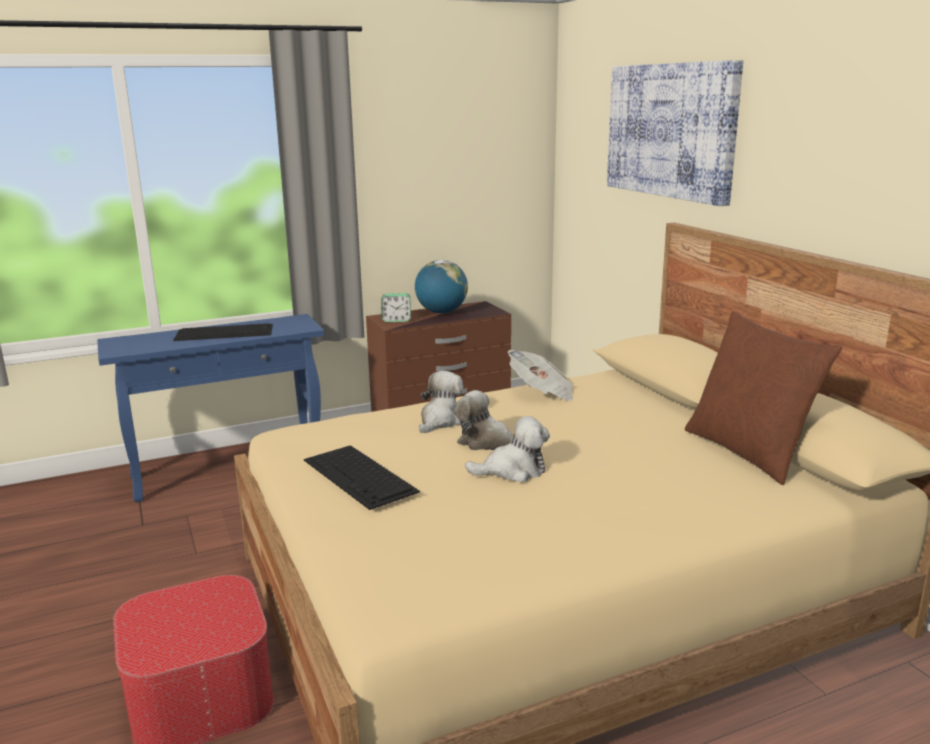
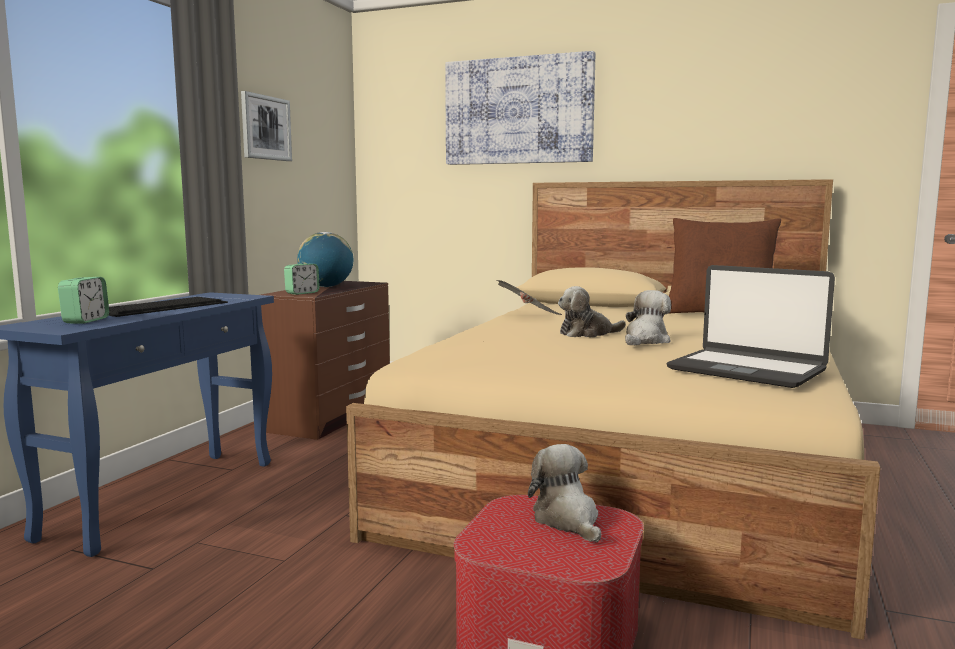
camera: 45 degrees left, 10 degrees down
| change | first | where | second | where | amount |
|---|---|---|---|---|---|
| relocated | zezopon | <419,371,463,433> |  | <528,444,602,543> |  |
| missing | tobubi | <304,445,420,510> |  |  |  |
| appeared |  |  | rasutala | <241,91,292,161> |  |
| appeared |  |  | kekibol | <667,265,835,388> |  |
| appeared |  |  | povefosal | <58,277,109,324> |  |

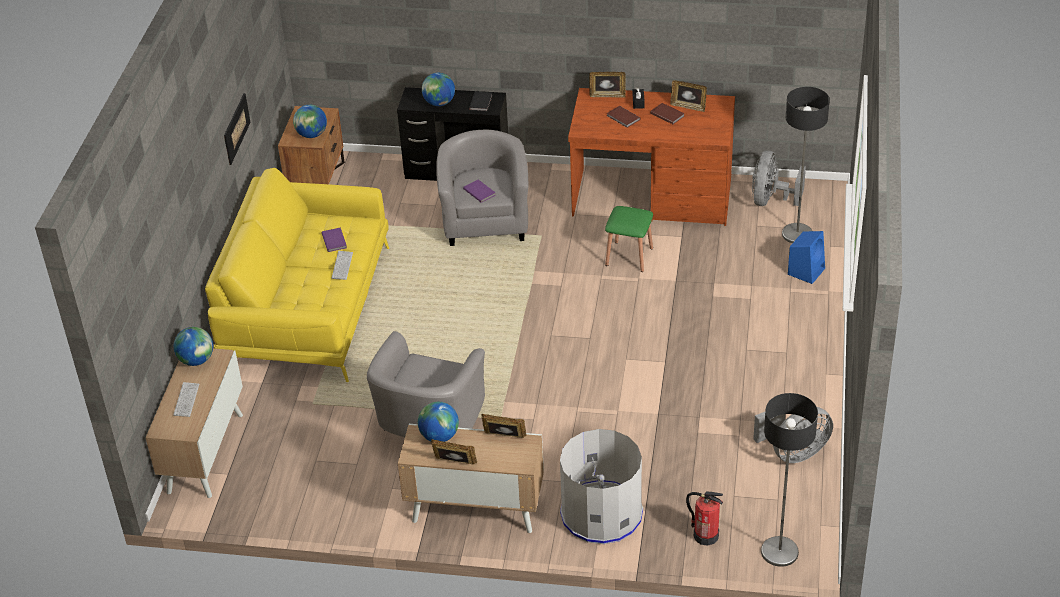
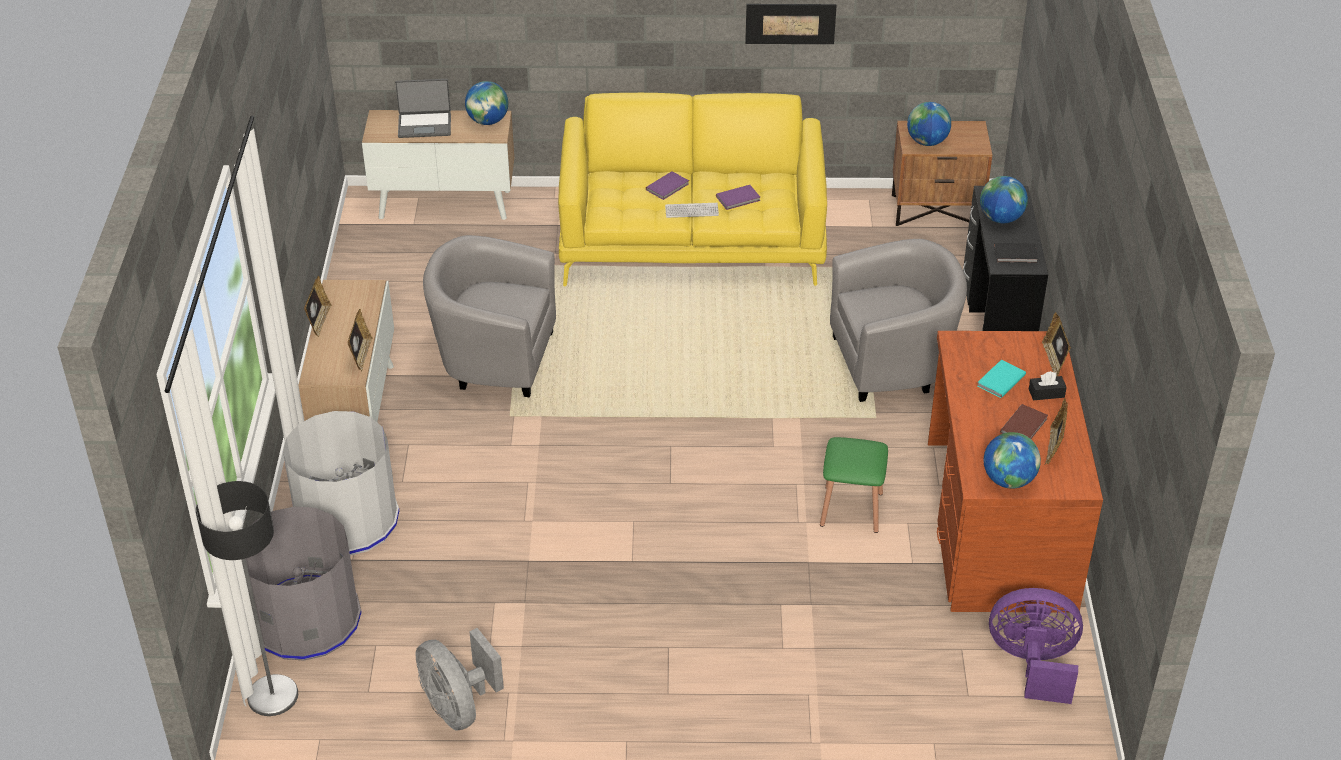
camera: 80 degrees right, 0 degrees up
| change | first | where | second | where | amount |
|---|---|---|---|---|---|
| missing | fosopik | <782,87,830,243> |  |  |  |
| colour | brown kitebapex | <607,106,641,128> | turquoise kitebapex | <977,360,1026,398> |  |
| colour | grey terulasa | <752,151,806,206> | purple terulasa | <989,588,1083,704> |  |
| relocated | purple kitebapex | <463,180,496,203> |  | <646,171,689,200> |  |
| missing | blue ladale | <788,231,825,284> |  |  |  |
| exchanged | tobubi | <173,382,199,417> | kekibol | <395,79,451,138> |  |
| relocated | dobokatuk | <418,402,459,442> |  | <984,432,1041,489> |  |
| exchanged | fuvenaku | <686,491,723,546> | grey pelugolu | <245,506,362,661> |  |

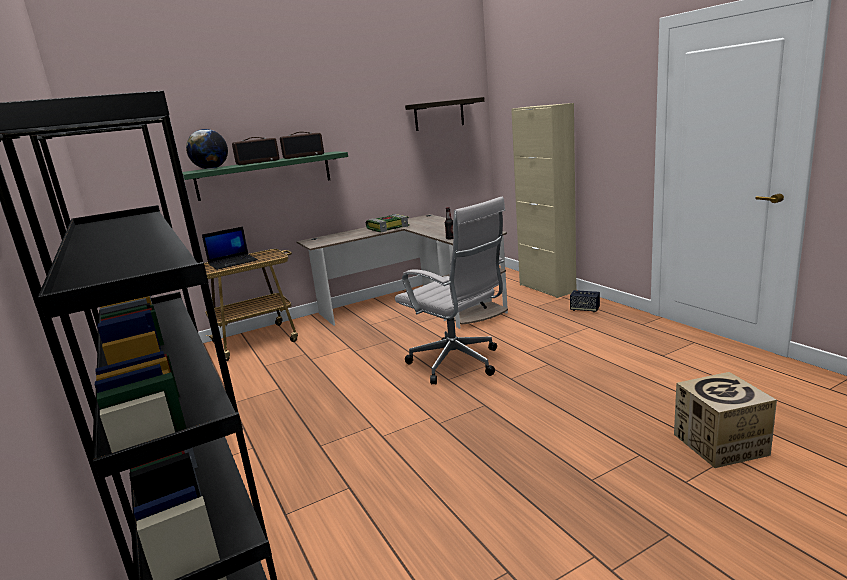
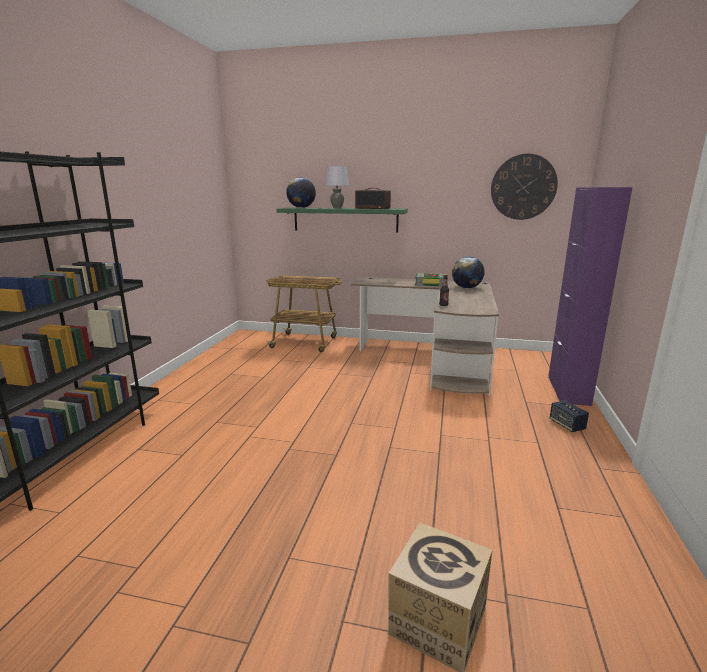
camera: 40 degrees right, 0 degrees up
| change | first | where | second | where | amount |
|---|---|---|---|---|---|
| exchanged | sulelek | <405,97,485,131> | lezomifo | <491,154,558,220> |  |
| colour | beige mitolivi | <511,103,576,298> | purple mitolivi | <548,187,632,406> |  |
| exchanged | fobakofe | <232,137,280,165> | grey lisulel | <325,166,349,208> |  |
| missing | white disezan | <395,197,505,385> |  |  |  |
| missing | kekibol | <202,227,258,270> |  |  |  |
| appeared |  |  | dobokatuk | <452,256,485,288> |  |

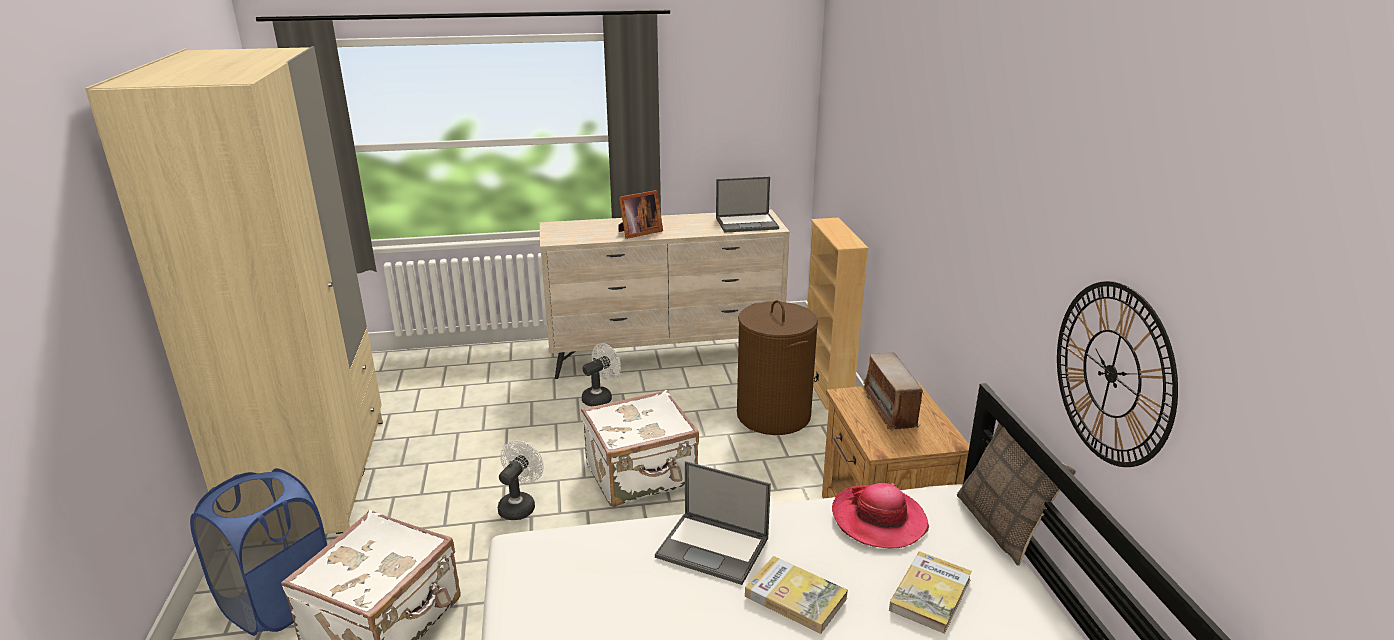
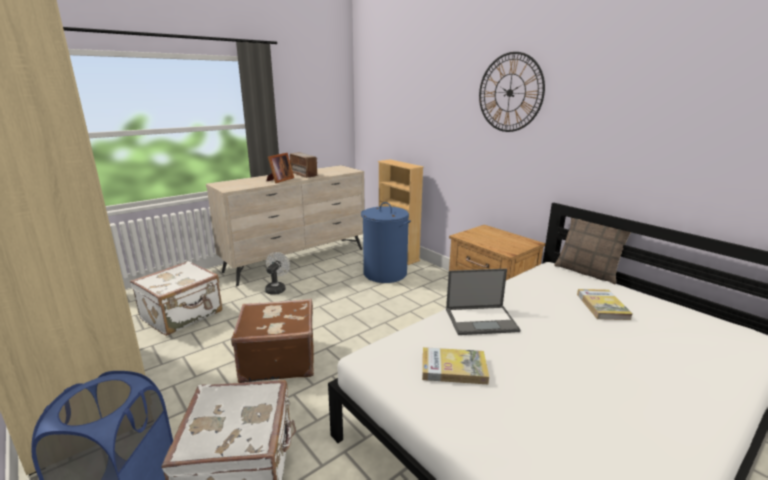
camera: 30 degrees left, 5 degrees down
| change | first | where | second | where | amount |
|---|---|---|---|---|---|
| missing | kekibol | <716,177,779,233> |  |  |  |
| relocated | lezomifo | <1057,281,1178,467> |  | <479,52,545,132> |  |
| colour | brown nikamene | <737,300,818,435> | blue nikamene | <361,202,411,283> |  |
| relocated | fobakofe | <863,352,924,431> |  | <290,152,318,178> |  |
| relocated | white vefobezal | <581,390,699,507> |  | <130,261,222,336> |  |
| exchanged | white terulasa | <498,441,544,520> | brown vefobezal | <231,299,314,383> |  |
| missing | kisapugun | <832,483,929,548> |  |  |  |
| relocated | kitebapex | <745,556,848,634> |  | <422,347,489,384> |  |

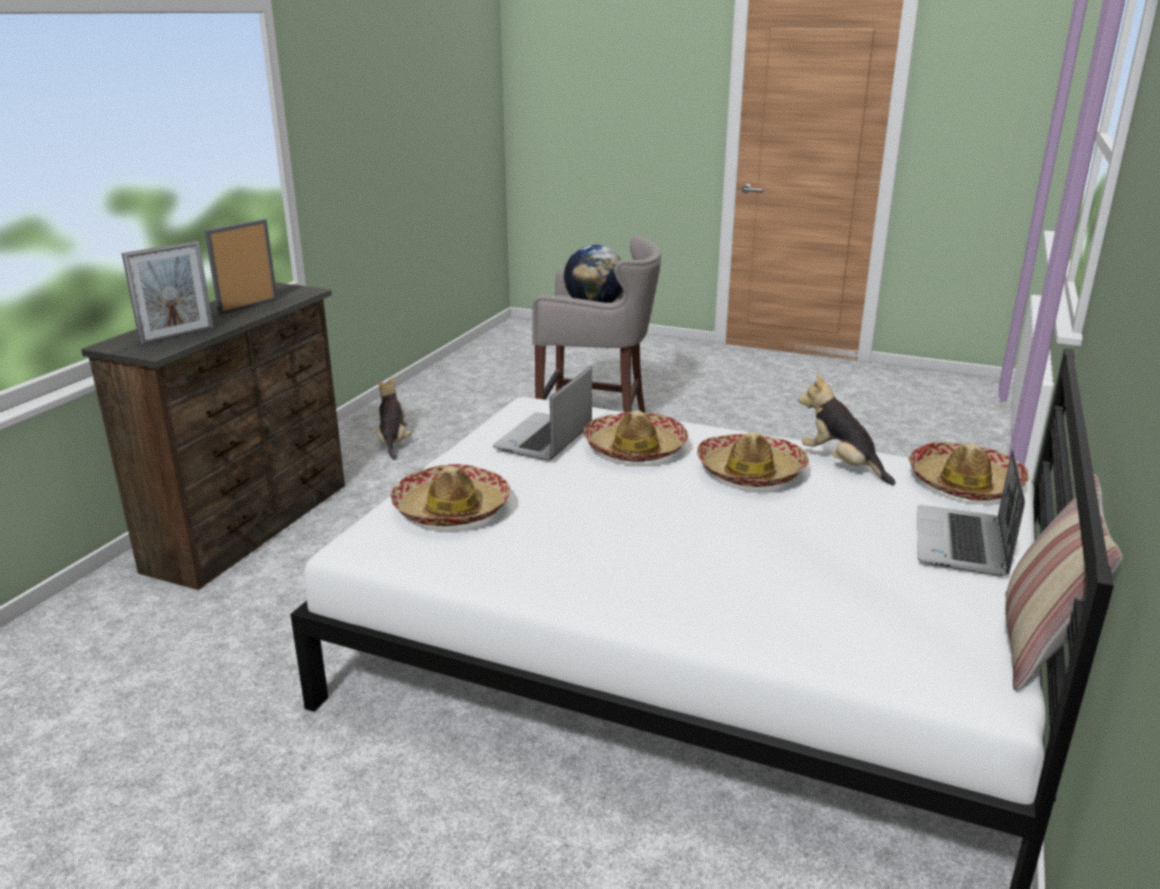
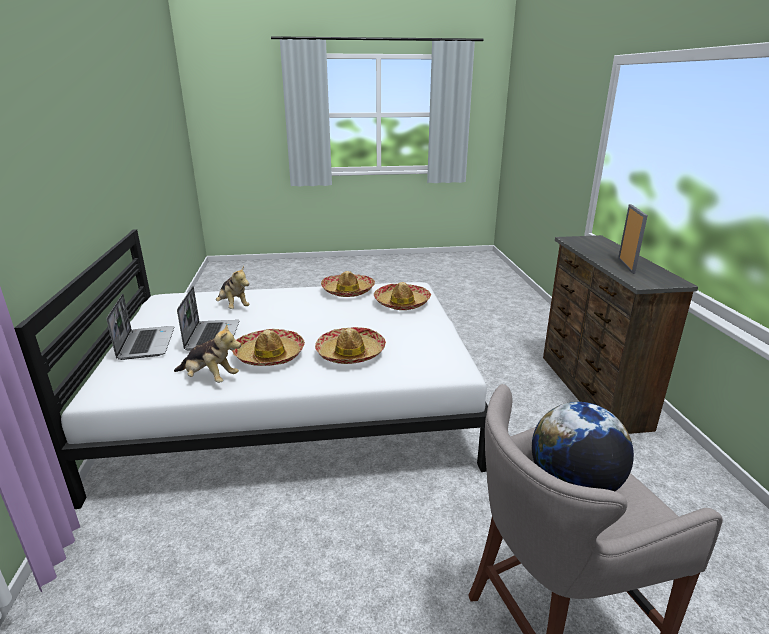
camera: 150 degrees right, 0 degrees up
| change | first | where | second | where | amount |
|---|---|---|---|---|---|
| missing | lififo | <122,241,214,345> |  |  |  |
| relocated | kekibol | <493,366,592,461> |  | <177,286,239,351> |  |
| relocated | zezopon | <376,377,412,460> |  | <216,266,250,309> |  |
| relocated | kisapugun | <908,442,1029,501> |  | <321,271,375,297> |  |
| missing | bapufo | <1005,474,1123,691> |  |  |  |

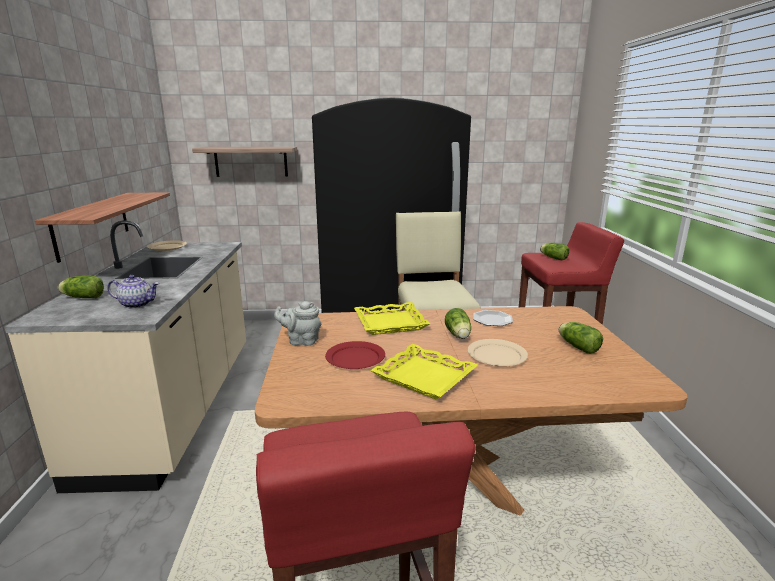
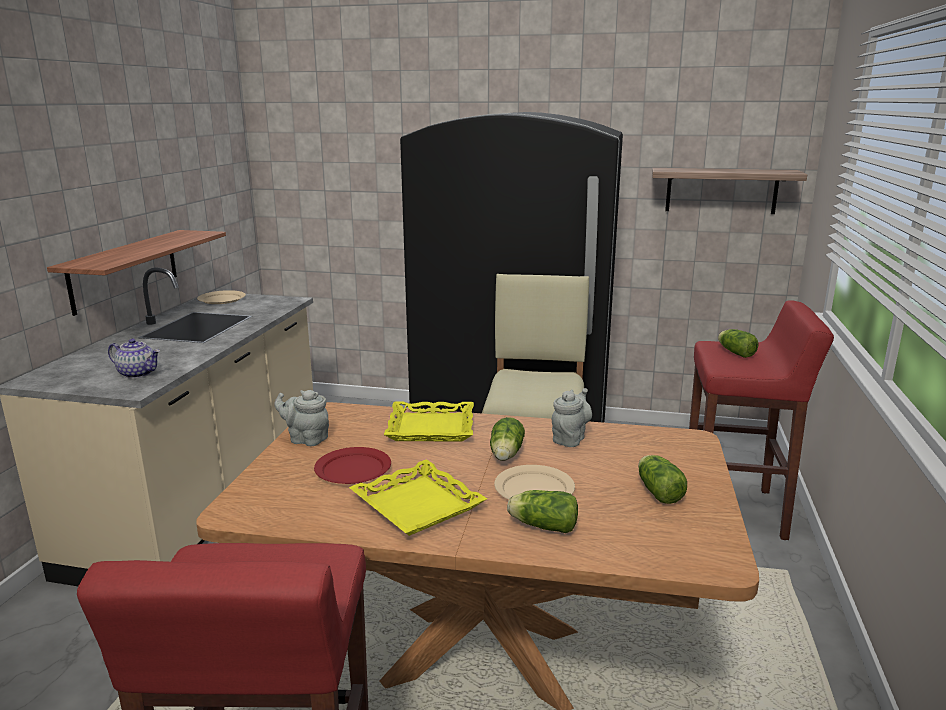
camera: 15 degrees right, 0 degrees up
| change | first | where | second | where | amount |
|---|---|---|---|---|---|
| relocated | sulelek | <192,147,297,177> |  | <652,168,807,214> |  |
| relocated | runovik | <58,275,104,298> |  | <507,490,578,533> |  |
| exchanged | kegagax | <473,310,513,326> | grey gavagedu | <552,388,592,447> |  |

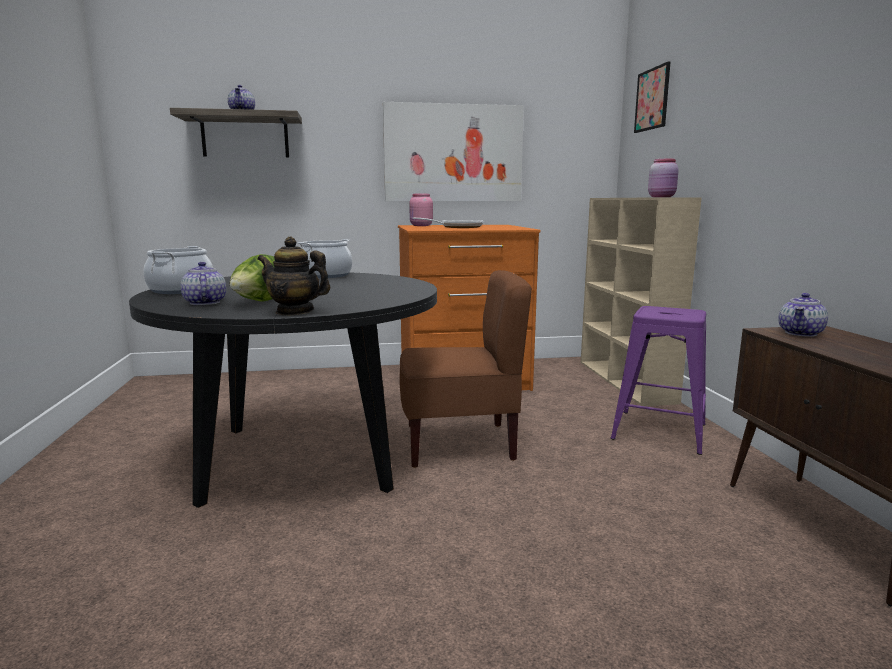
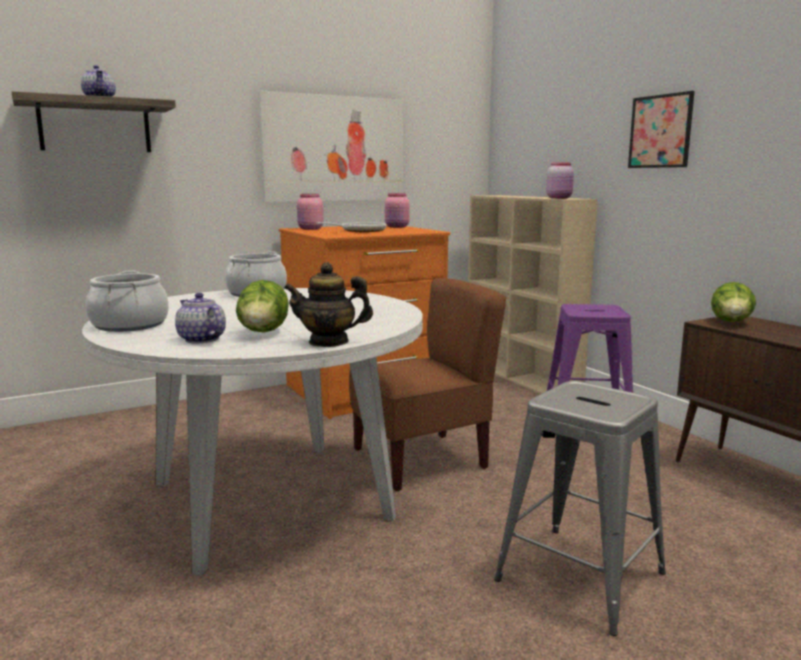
camera: 20 degrees left, 0 degrees up
| change | first | where | second | where | amount |
|---|---|---|---|---|---|
| relocated | rasutala | <634,61,670,133> |  | <628,91,695,168> |  |
| colour | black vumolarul | <129,273,437,508> | white vumolarul | <82,288,423,576> |  |
| exchanged | gavagedu | <779,293,828,337> | runovik | <711,282,756,322> |  |
| appeared |  |  | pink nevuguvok | <385,193,410,228> |  |
| appeared |  |  | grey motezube | <494,381,666,636> |  |

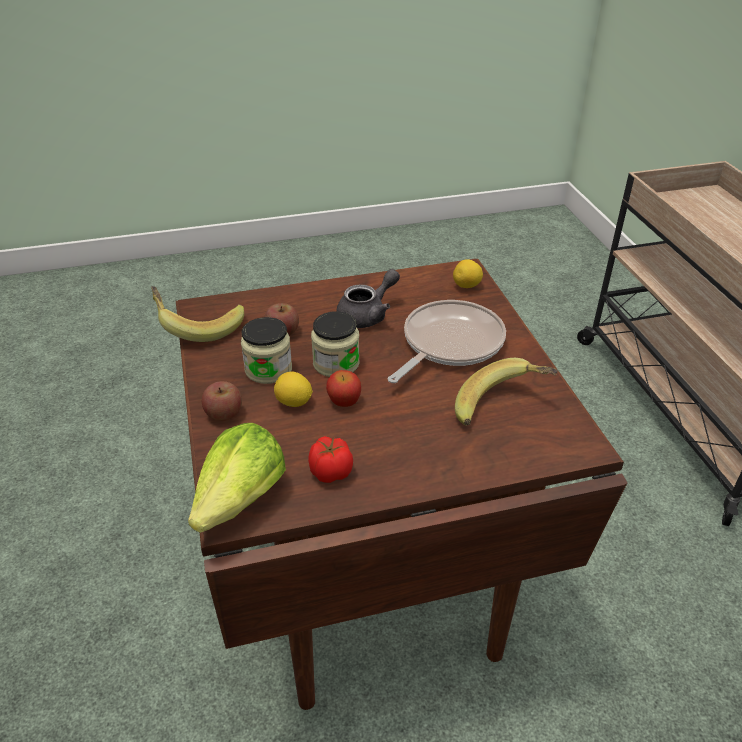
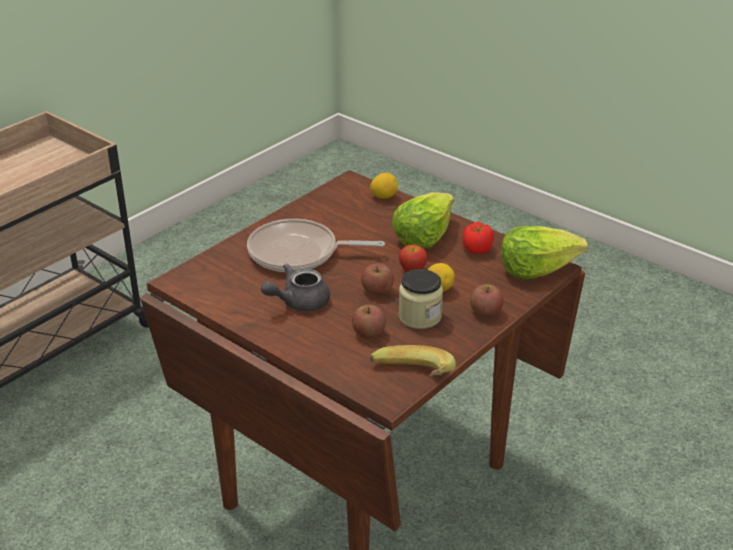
camera: 125 degrees left, 5 degrees down
| change | first | where | second | where | amount |
|---|---|---|---|---|---|
| relocated | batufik | <453,259,483,288> |  | <370,173,398,199> |  |
| spun | grey gavagedu | <336,269,400,328> |  | <261,263,330,311> | 45 degrees counterclockwise |
| exchanged | nevuguvok | <311,311,360,377> | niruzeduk | <361,263,394,295> |  |
| missing | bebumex | <455,358,558,426> |  |  |  |
| appeared |  |  | runovik | <392,192,454,249> |  |

